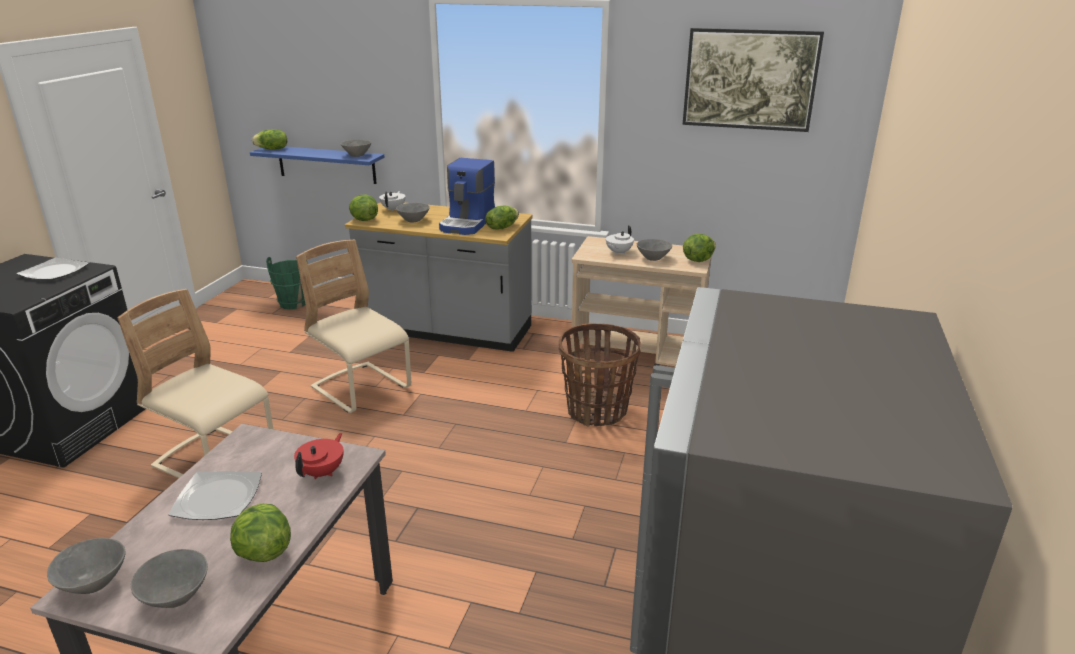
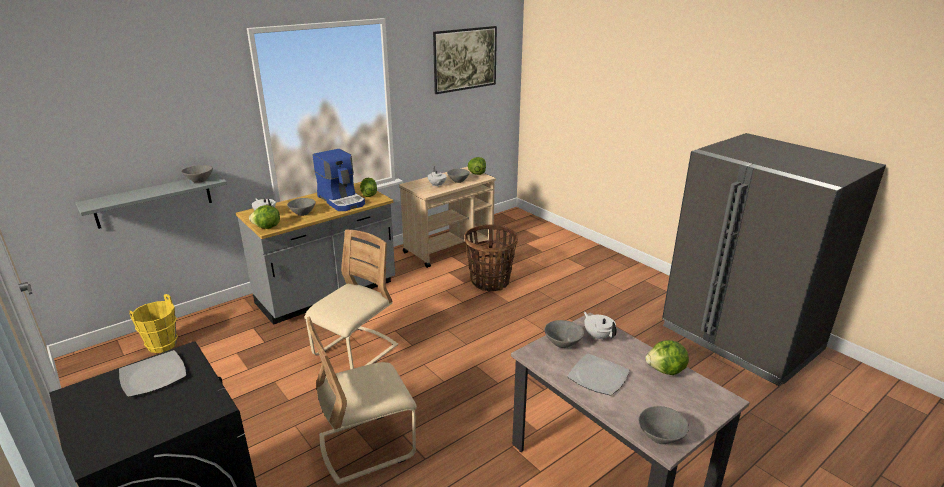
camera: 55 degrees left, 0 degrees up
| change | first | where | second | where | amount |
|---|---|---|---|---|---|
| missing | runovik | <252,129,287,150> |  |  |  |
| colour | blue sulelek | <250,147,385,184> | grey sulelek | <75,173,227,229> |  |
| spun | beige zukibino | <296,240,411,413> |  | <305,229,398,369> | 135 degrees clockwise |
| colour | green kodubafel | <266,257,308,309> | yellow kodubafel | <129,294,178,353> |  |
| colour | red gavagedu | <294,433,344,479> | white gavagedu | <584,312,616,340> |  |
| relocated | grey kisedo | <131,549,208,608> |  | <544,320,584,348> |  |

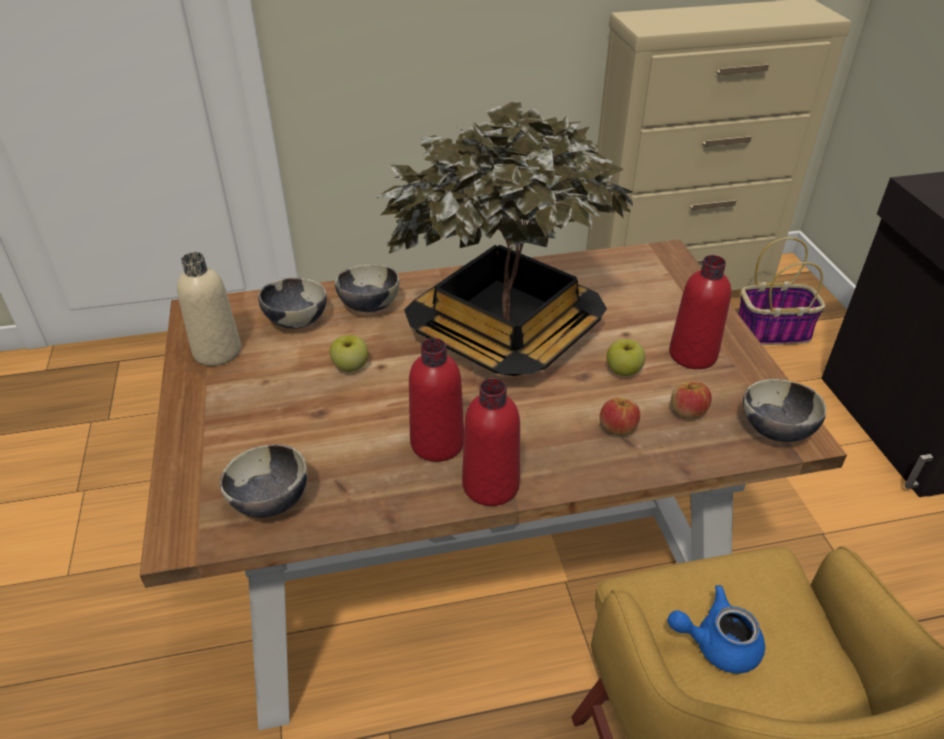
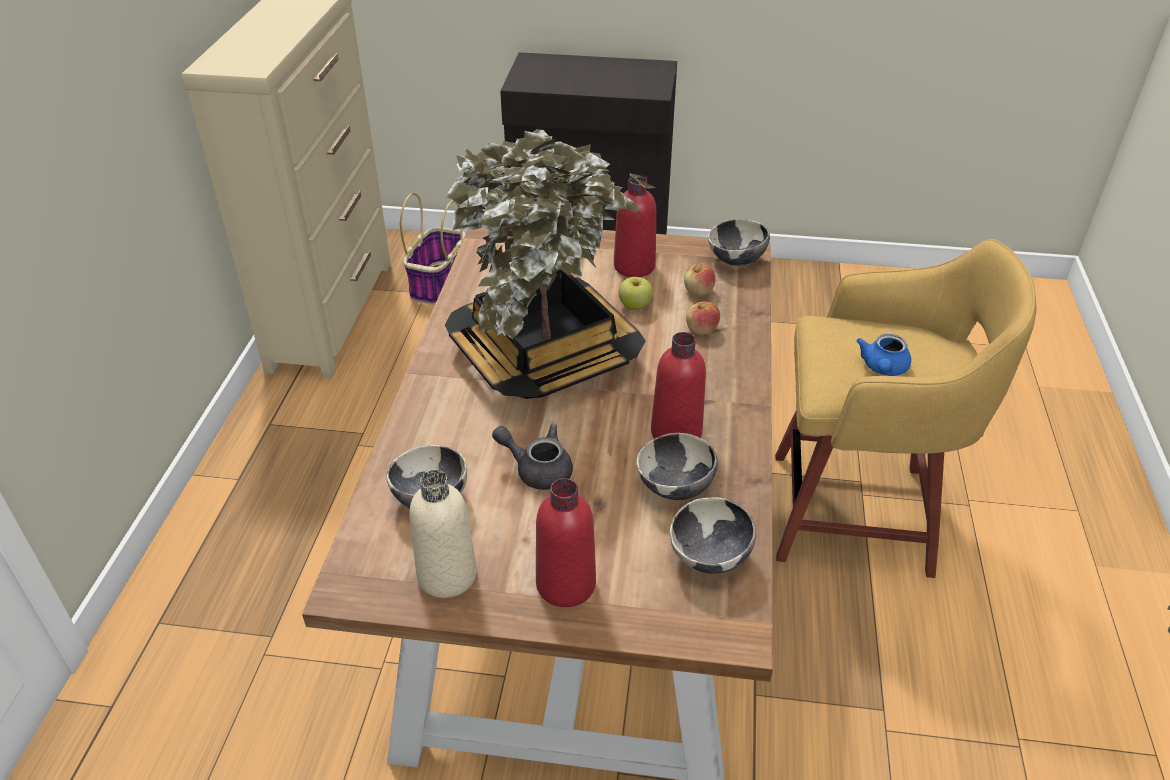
camera: 70 degrees left, 0 degrees up
| change | first | where | second | where | amount |
|---|---|---|---|---|---|
| relocated | kisedo | <335,264,400,313> |  | <636,433,718,500> |  |
| exchanged | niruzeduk | <329,335,368,372> | grey gavagedu | <492,424,573,490> |  |
| relocated | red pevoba | <462,378,520,506> |  | <536,478,596,607> |  |

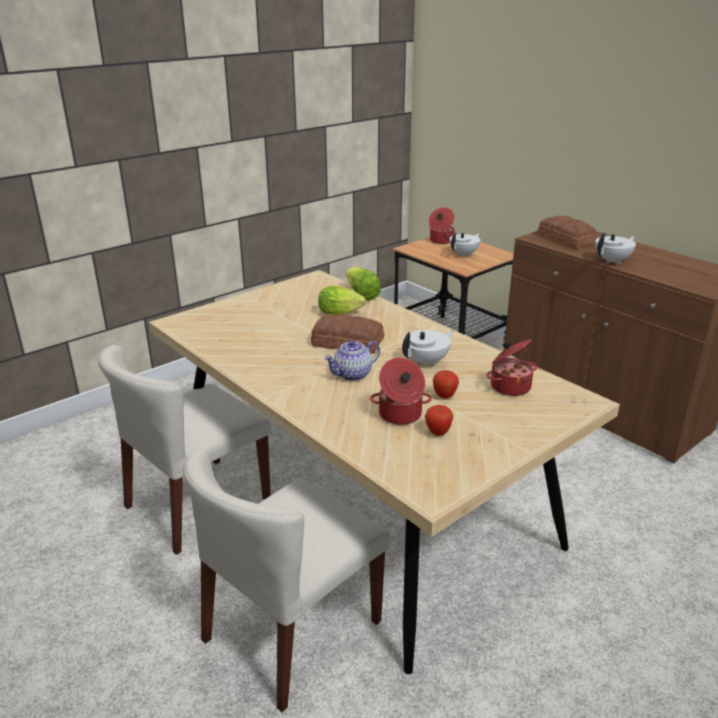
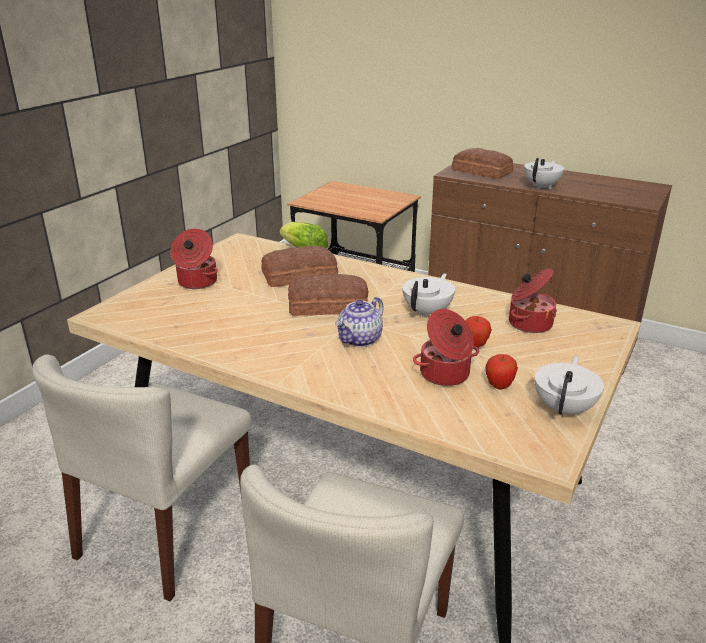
camera: 20 degrees left, 0 degrees up
| change | first | where | second | where | amount |
|---|---|---|---|---|---|
| relocated | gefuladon | <429,207,454,244> |  | <171,229,218,289> |  |
| relocated | white gavagedu | <449,232,480,257> |  | <535,356,604,418> |  |
| exchanged | runovik | <318,286,366,315> | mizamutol | <261,246,338,287> |  |

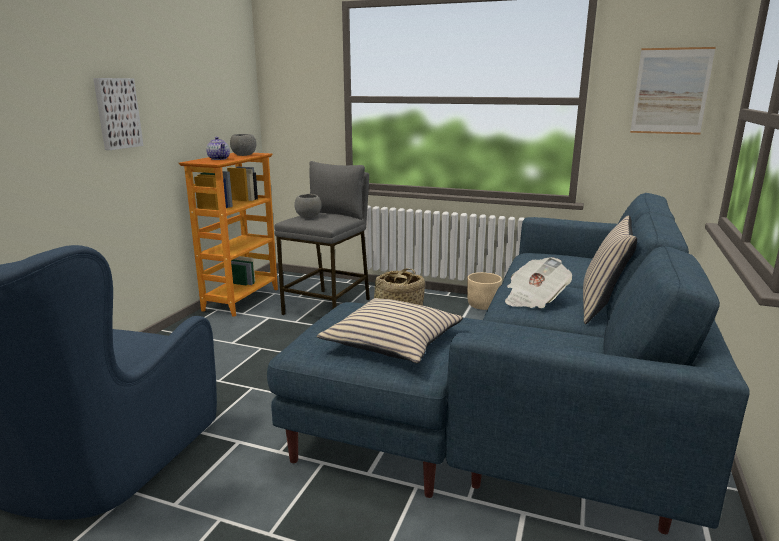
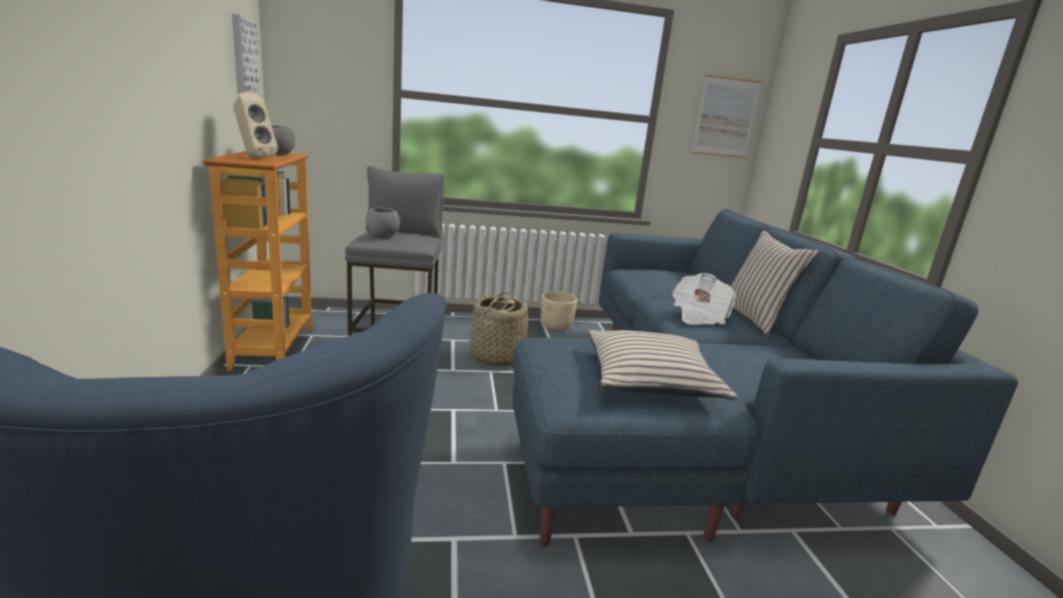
camera: 30 degrees left, 0 degrees up
| change | first | where | second | where | amount |
|---|---|---|---|---|---|
| relocated | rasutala | <93,78,144,150> |  | <232,14,261,95> |  |
| exchanged | gavagedu | <206,137,230,160> | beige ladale | <233,93,278,158> |  |

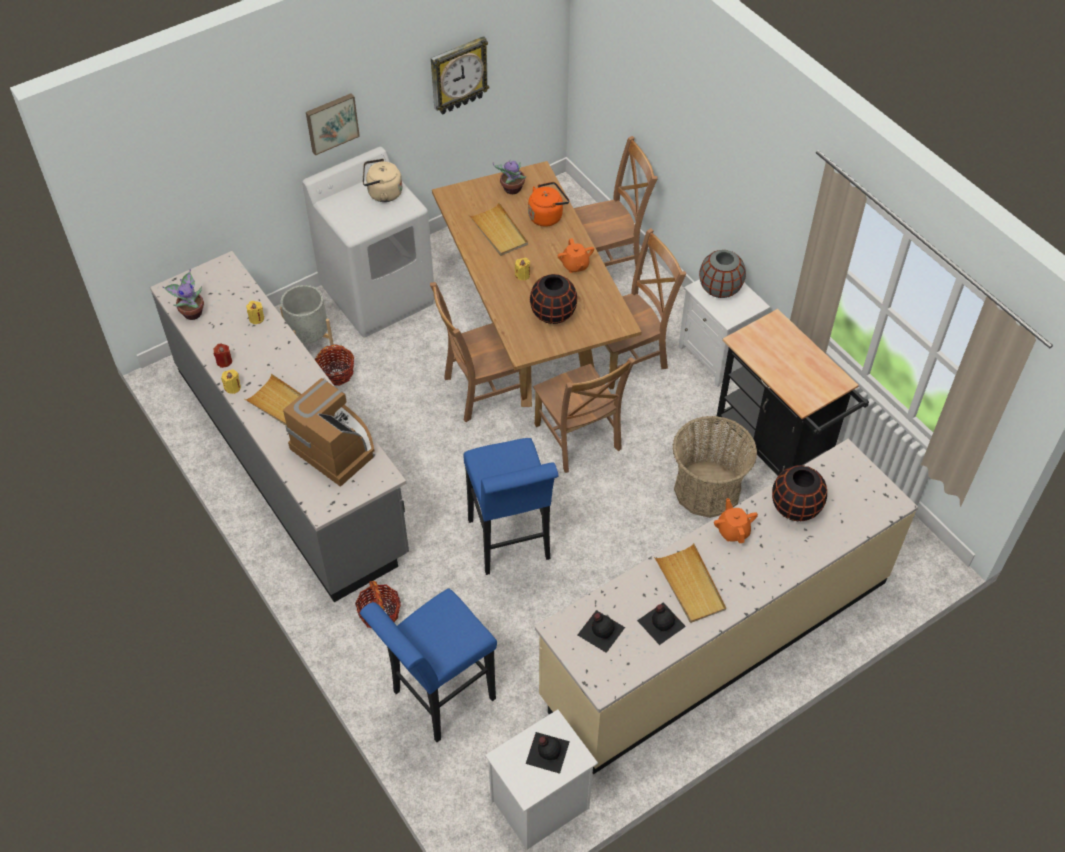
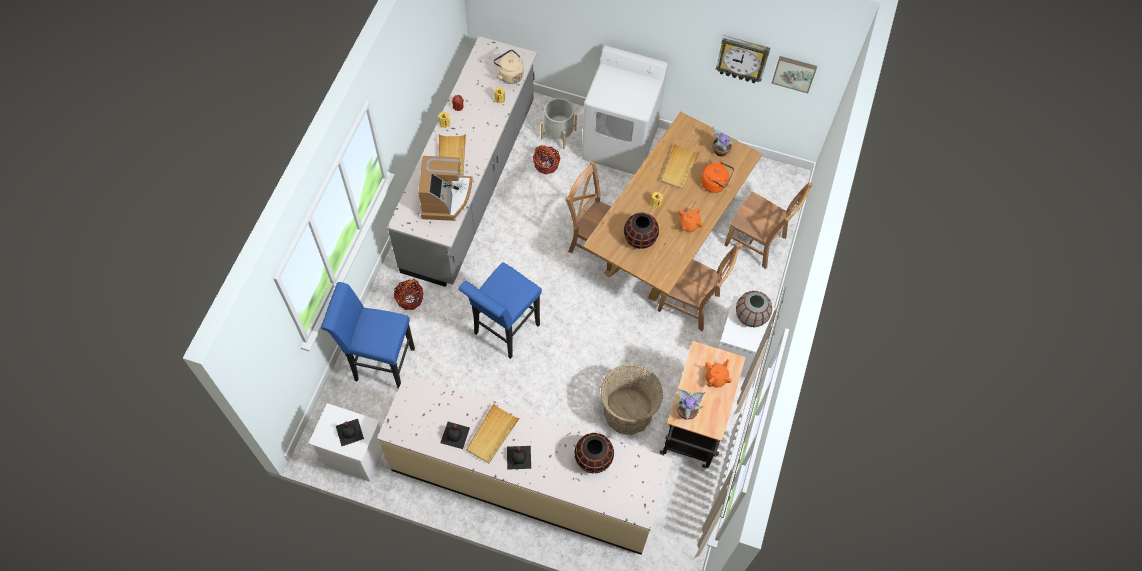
camera: 50 degrees right, 10 degrees up
| change | first | where | second | where | amount |
|---|---|---|---|---|---|
| relocated | rasutala | <306,93,360,156> |  | <771,56,817,93> |  |
| relocated | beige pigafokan | <363,158,402,202> |  | <493,49,524,84> |  |
| relocated | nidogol | <163,269,204,320> |  | <675,389,705,420> |  |
| missing | brown zukibino | <533,357,636,473> |  |  |  |
| relocated | orange gavagedu | <714,498,758,543> |  | <705,359,732,388> |  |
| relocated | black pevoba | <578,610,625,653> |  | <507,446,531,470> |  |

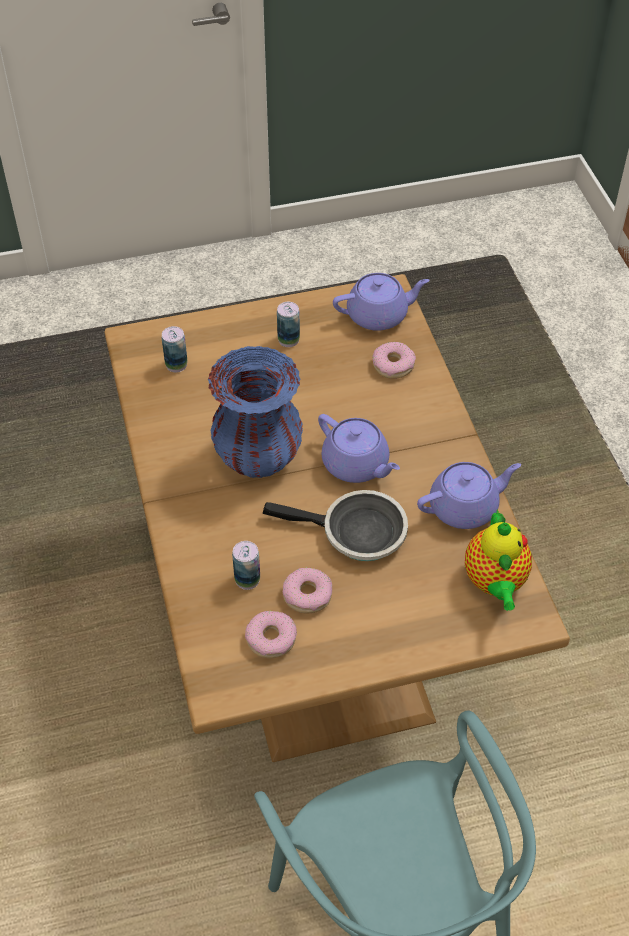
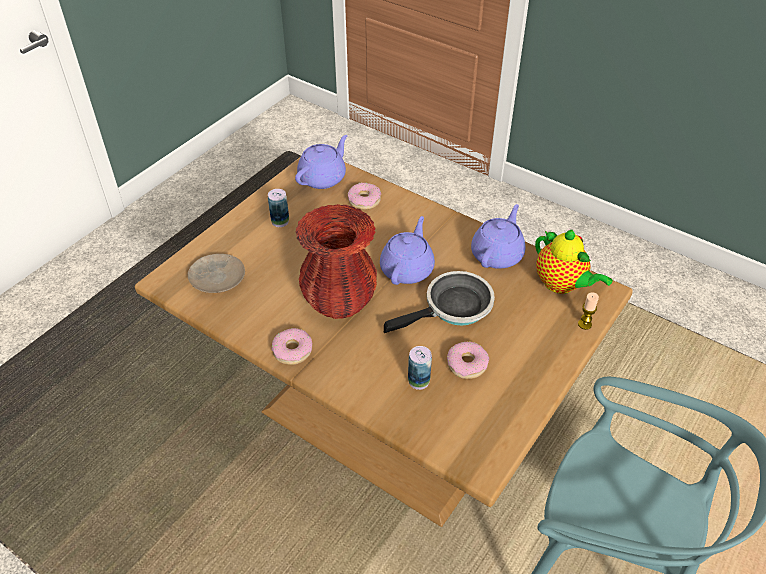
camera: 40 degrees left, 5 degrees down
| change | first | where | second | where | amount |
|---|---|---|---|---|---|
| exchanged | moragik | <162,326,187,373> | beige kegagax | <188,254,245,293> |  |
| colour | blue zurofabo | <208,346,303,478> | red zurofabo | <296,204,377,319> |  |
| spun | purple gavagedu | <318,414,400,483> |  | <380,216,435,285> | 75 degrees counterclockwise |
| relocated | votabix | <245,611,297,658> |  | <272,328,312,365> |  |
| appeared |  |  | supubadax | <578,292,599,330> |  |

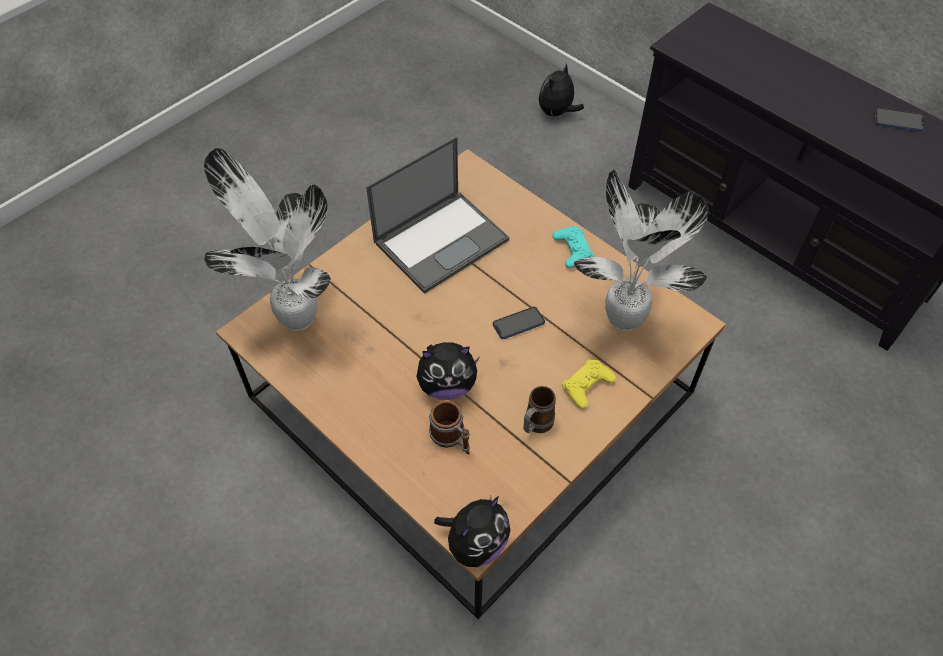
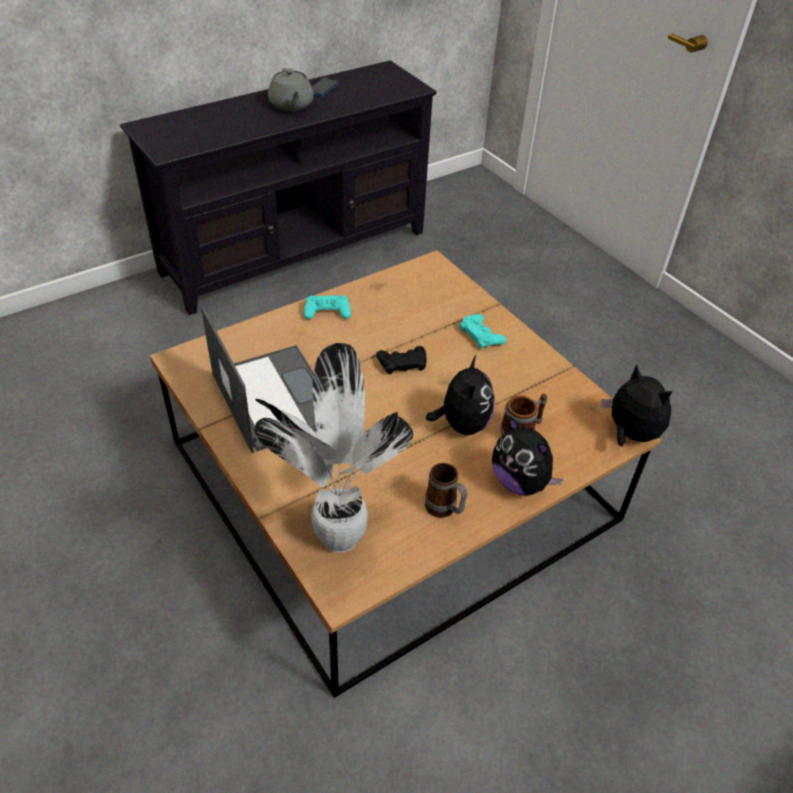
camera: 80 degrees left, 10 degrees down
| change | first | where | second | where | amount |
|---|---|---|---|---|---|
| relocated | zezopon | <539,63,584,118> |  | <492,416,563,495> |  |
| missing | nidogol | <574,169,709,331> |  |  |  |
| exchanged | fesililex | <493,307,545,339> | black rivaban | <376,346,427,374> |  |
| colour | yellow rivaban | <562,359,616,409> | turquoise rivaban | <459,314,506,349> |  |
| relocated | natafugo | <523,386,556,433> |  | <425,463,467,518> |  |
| appeared |  |  | grey gavagedu | <268,68,314,111> |  |

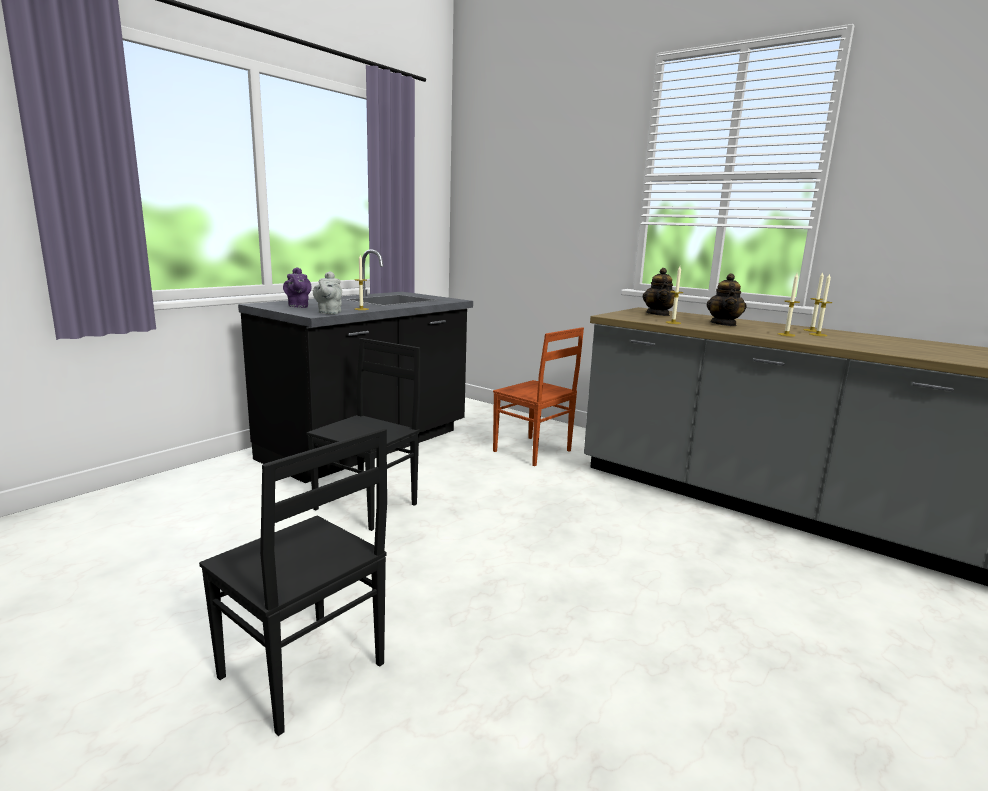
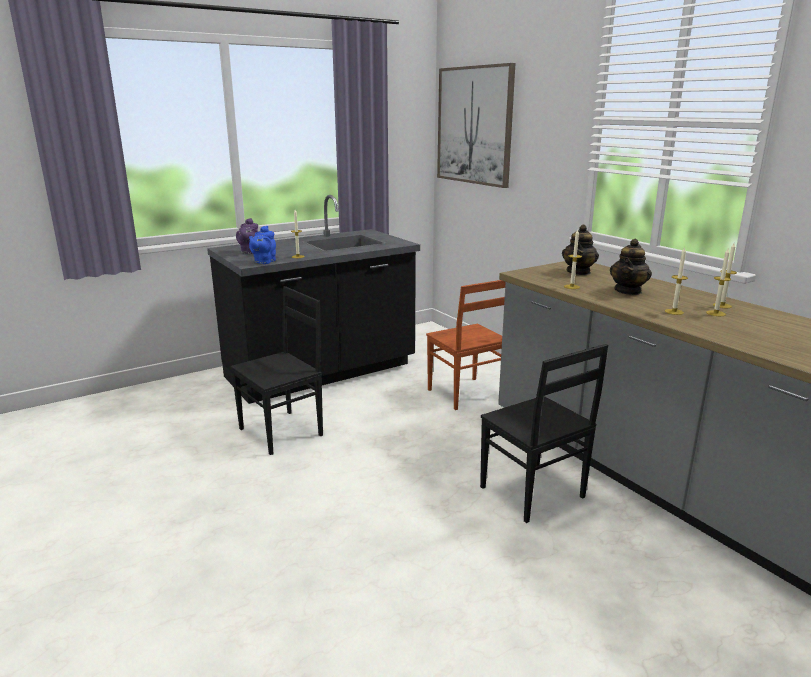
camera: 20 degrees right, 5 degrees up
| change | first | where | second | where | amount |
|---|---|---|---|---|---|
| colour | grey gavagedu | <313,271,342,314> | blue gavagedu | <249,226,276,264> |  |
| relocated | black zukibino | <199,428,387,736> |  | <480,344,608,523> |  |
| appeared |  |  | rasutala | <437,63,515,188> |  |

